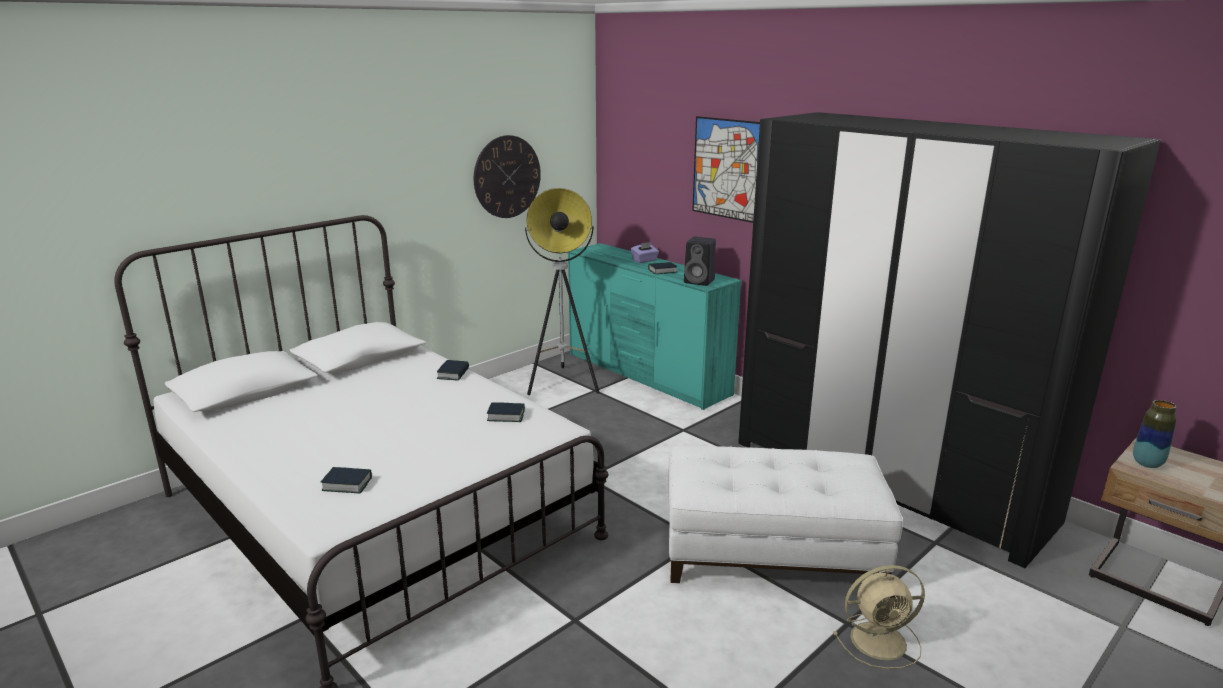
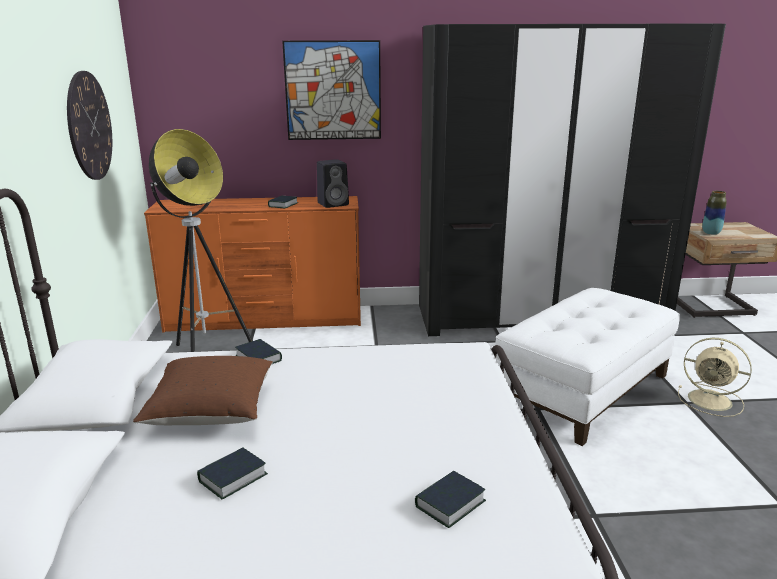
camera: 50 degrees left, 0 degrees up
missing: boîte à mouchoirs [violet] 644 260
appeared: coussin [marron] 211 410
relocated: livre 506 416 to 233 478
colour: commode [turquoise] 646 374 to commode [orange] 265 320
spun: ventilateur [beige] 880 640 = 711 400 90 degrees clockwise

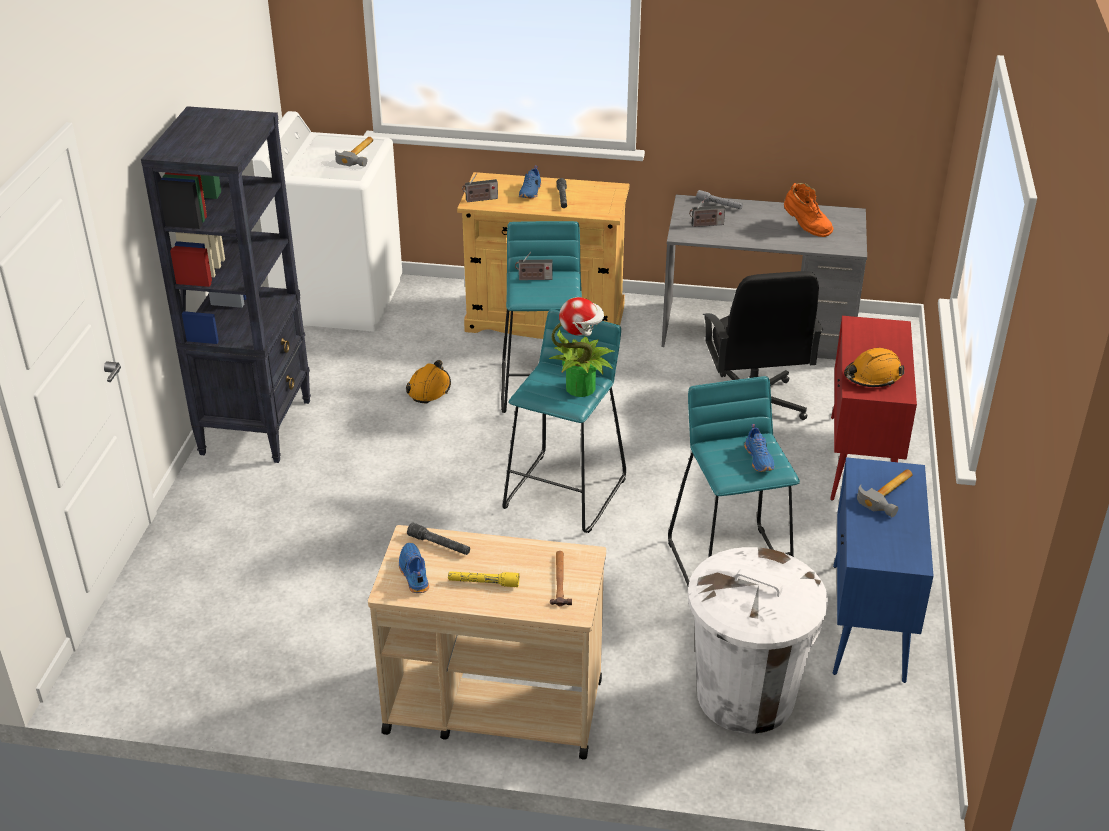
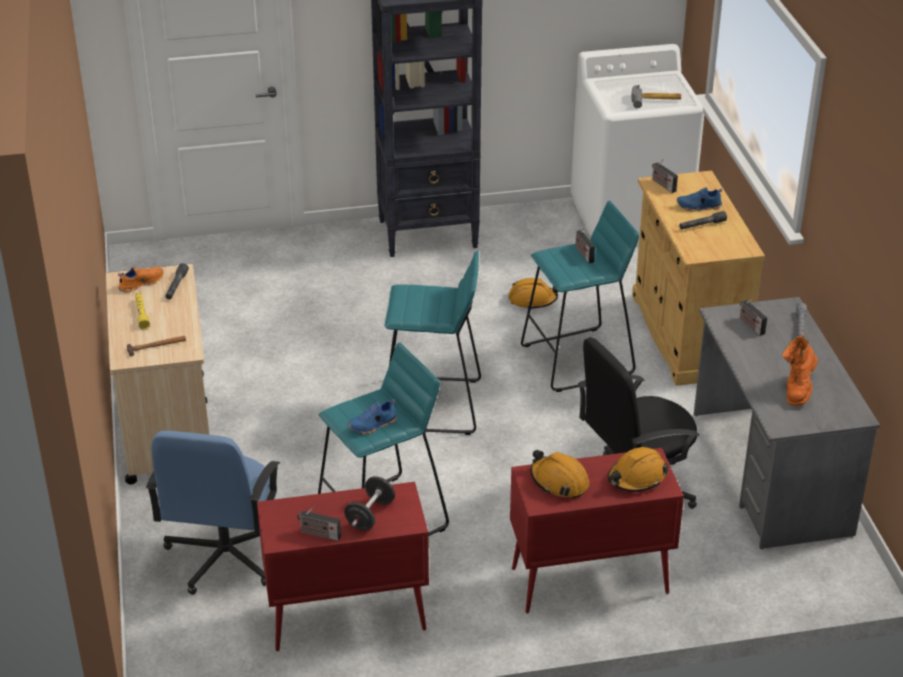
camera: 70 degrees right, 0 degrees up
missing: plante en pot 581 388
appeared: radio 318 534; casque de chantier [orange] 636 477
exchanged: poubelle [blanc] 746 696 to chaise de bureau [bleu] 224 556; marteau 891 494 to haltère [noir] 370 515
colour: chaussure [bleu] 413 574 to chaussure [orange] 141 283; meuble de rangement [bleu] 868 623 to meuble de rangement [rouge] 345 617

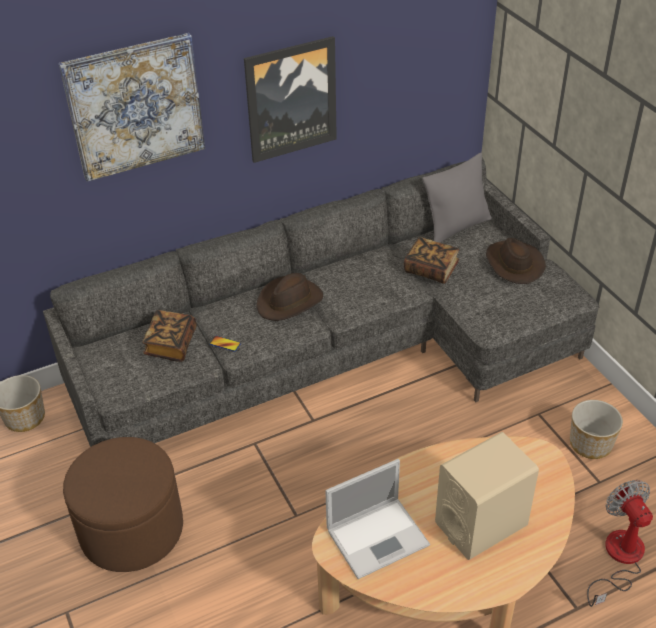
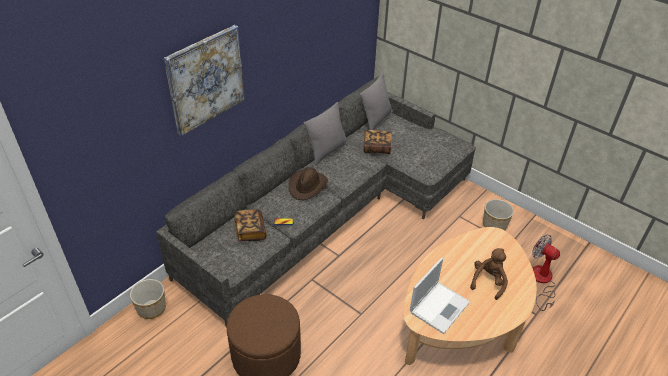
camera: 25 degrees left, 0 degrees up
missing: tableau 291 99; chapeau [marron] 513 264
appeared: coussin [gris] 327 151
exchanged: enceinte [beige] 481 524 to peluche [marron] 488 282

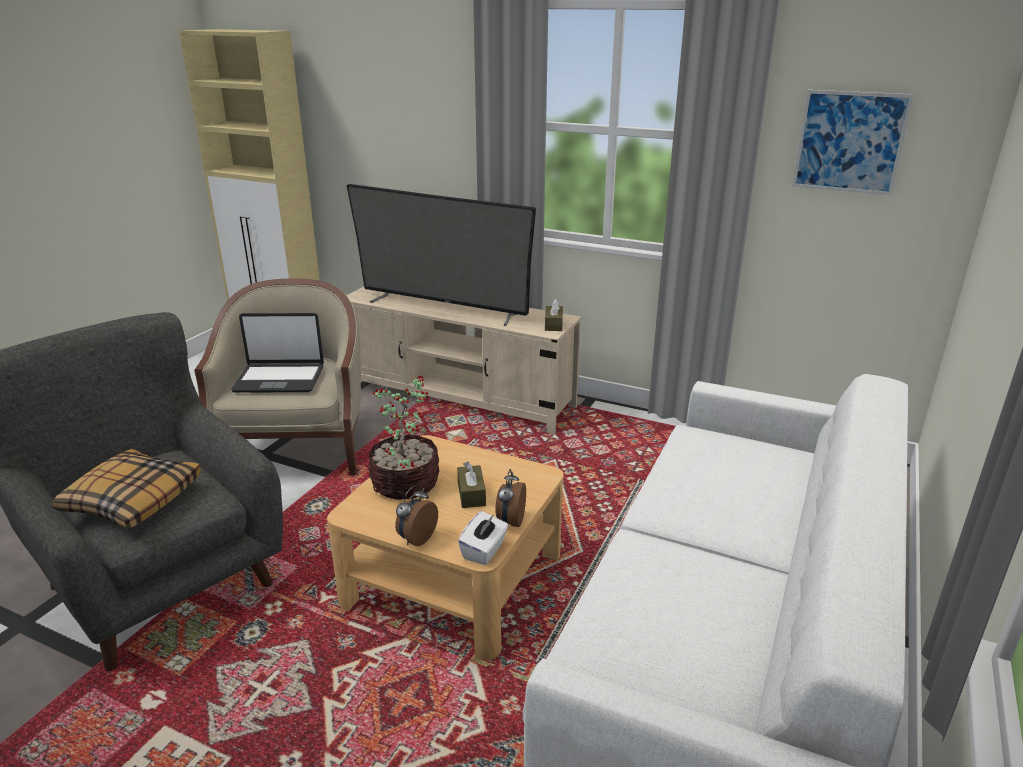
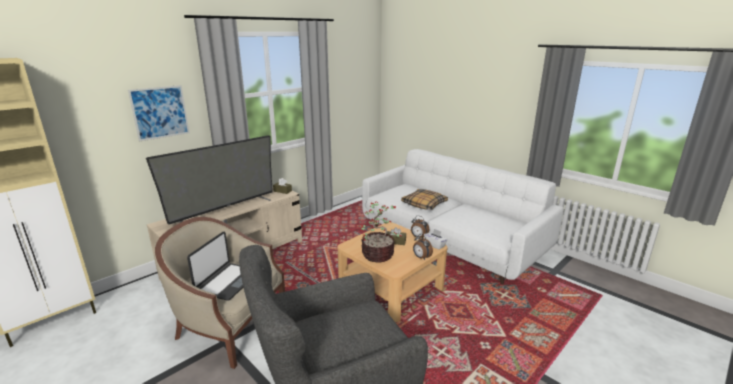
camera: 70 degrees left, 5 degrees down
relocated: coussin 132 499 to 424 204; tableau 849 142 to 160 112

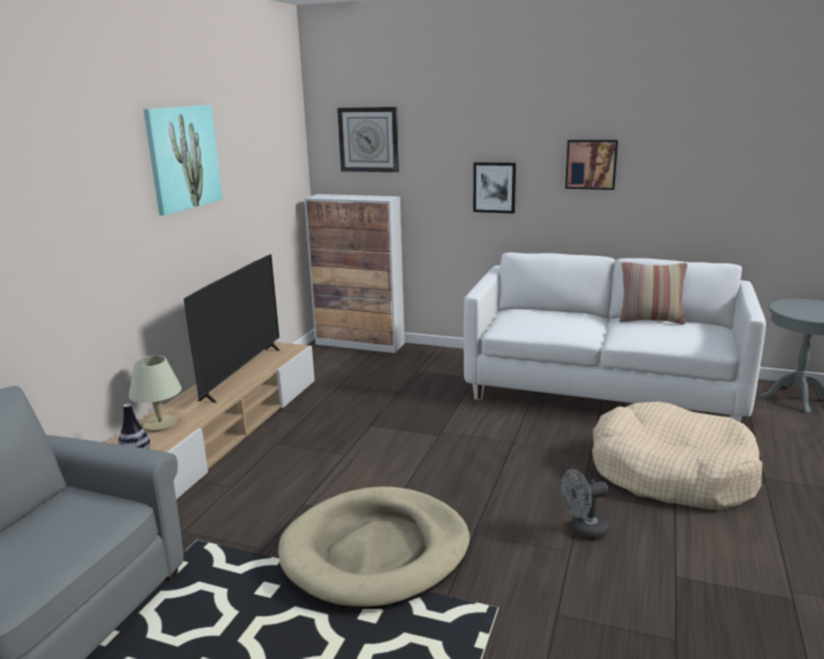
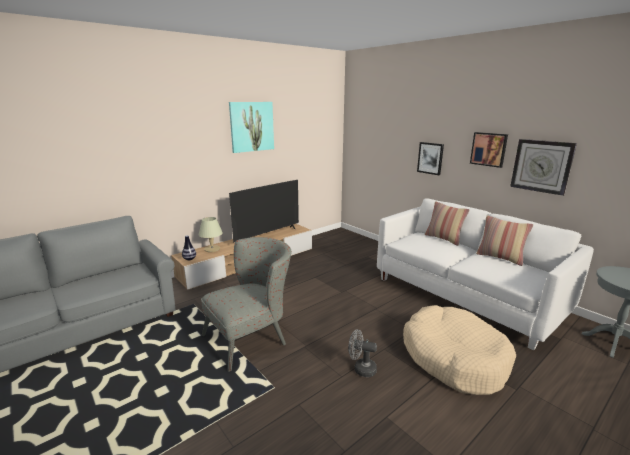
camera: 30 degrees right, 0 degrees up
missing: meuble de rangement 360 344
appeared: coussin 443 239
relocated: horloge murale 369 139 to 541 166
exchanged: panier pour chien [beige] 376 552 to fauteuil [gris] 252 337

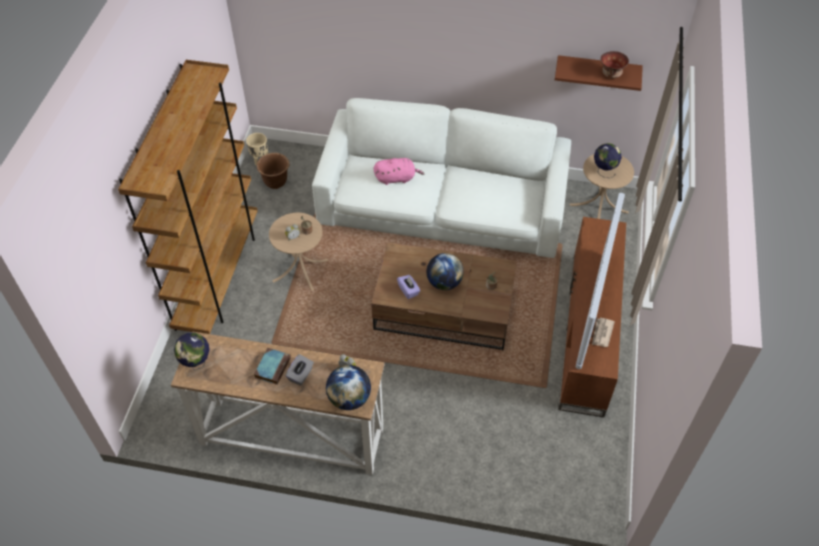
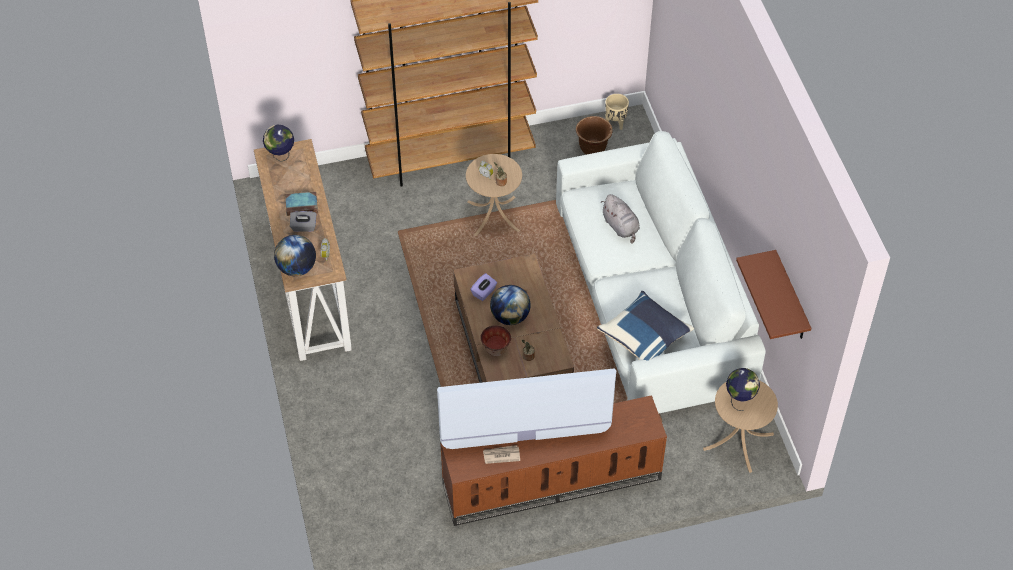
camera: 65 degrees right, 0 degrees up
appeared: coussin [bleu] 645 337
relocated: bol 611 74 to 495 349
colour: peluche [rose] 397 178 to peluche [gris] 621 227

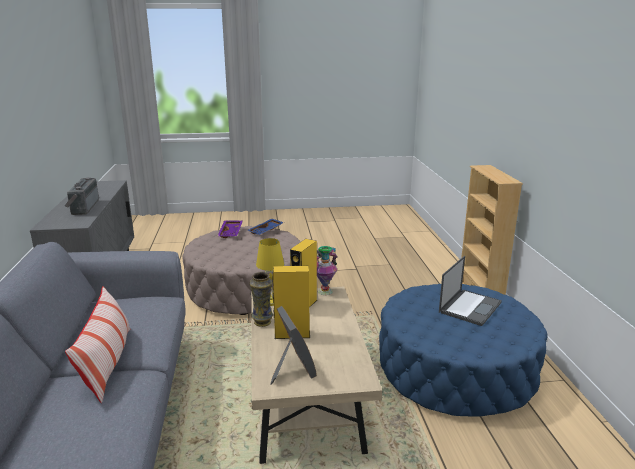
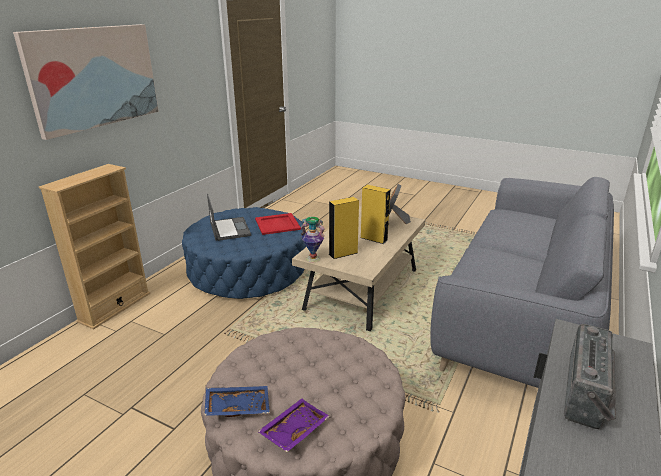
camera: 145 degrees left, 5 degrees up
missing: coussin 107 363; vase 262 322; lampe de table [jaune] 271 301
appeared: tableau 94 77; plateau [rouge] 277 224
spun: ordinateur portable 470 307 = 229 229 90 degrees clockwise

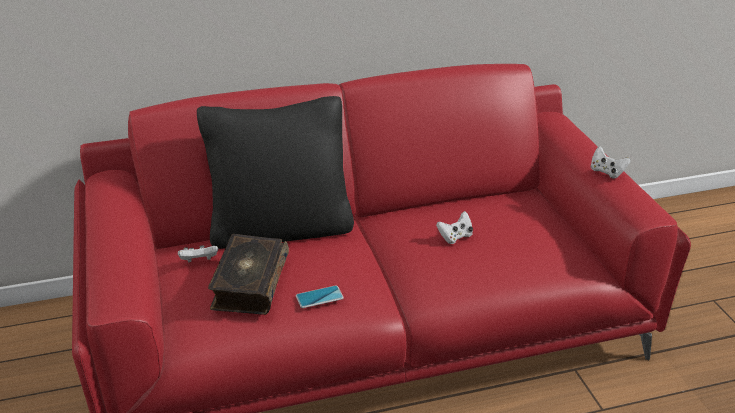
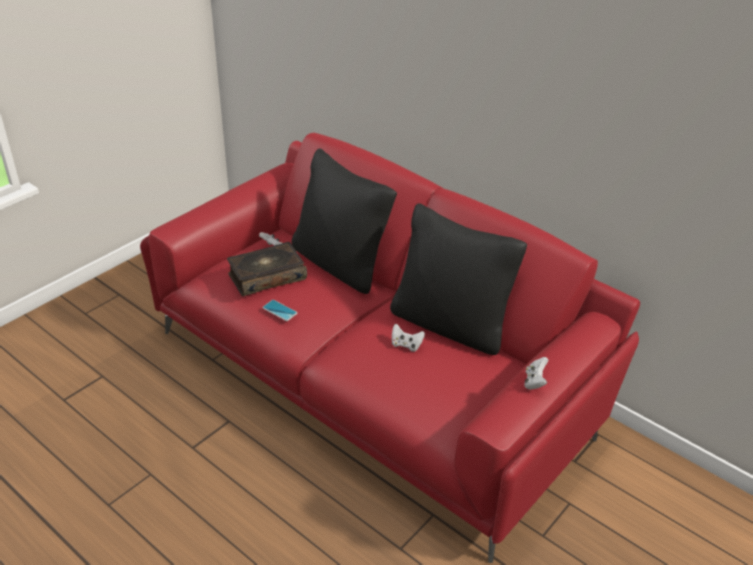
camera: 55 degrees right, 5 degrees up
appeared: coussin [noir] 450 324

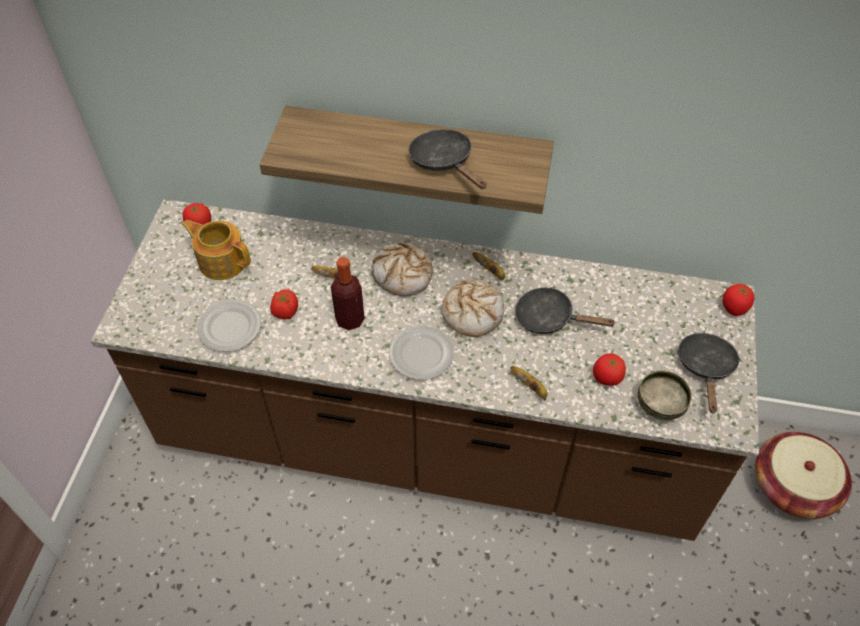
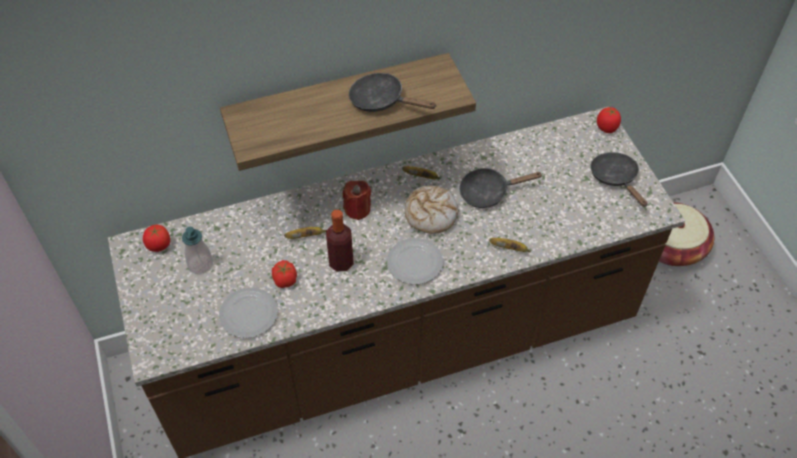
camera: 30 degrees left, 0 degrees up
missing: tomate 606 378; bol 659 404
exchanged: théière 222 261 to distributeur de savon 200 264; pain 403 275 to bougie [rouge] 357 209

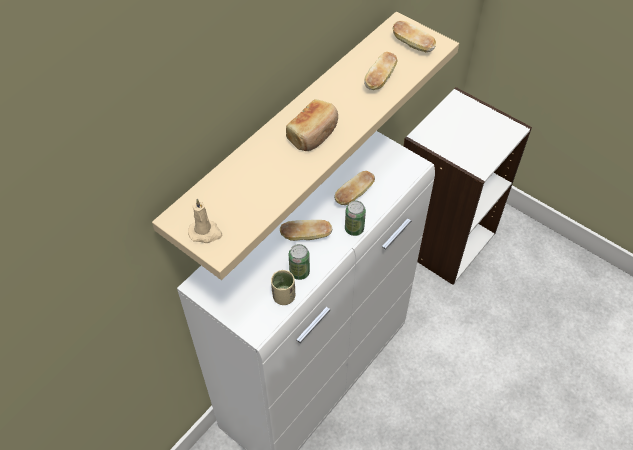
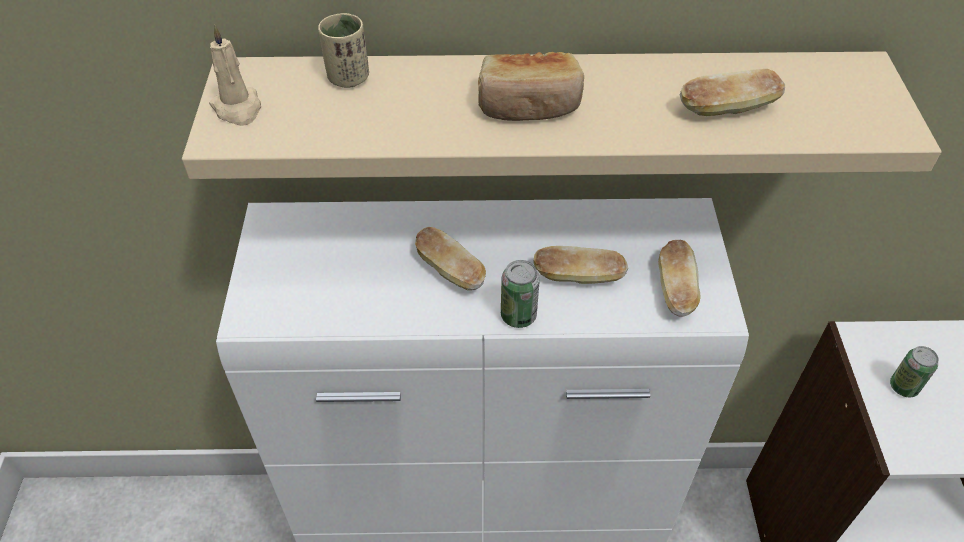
camera: 50 degrees right, 5 degrees down
relocated: tasse [beige] 283 296 to 348 78; boîte métallique 299 272 to 903 387; pain 412 45 to 675 290

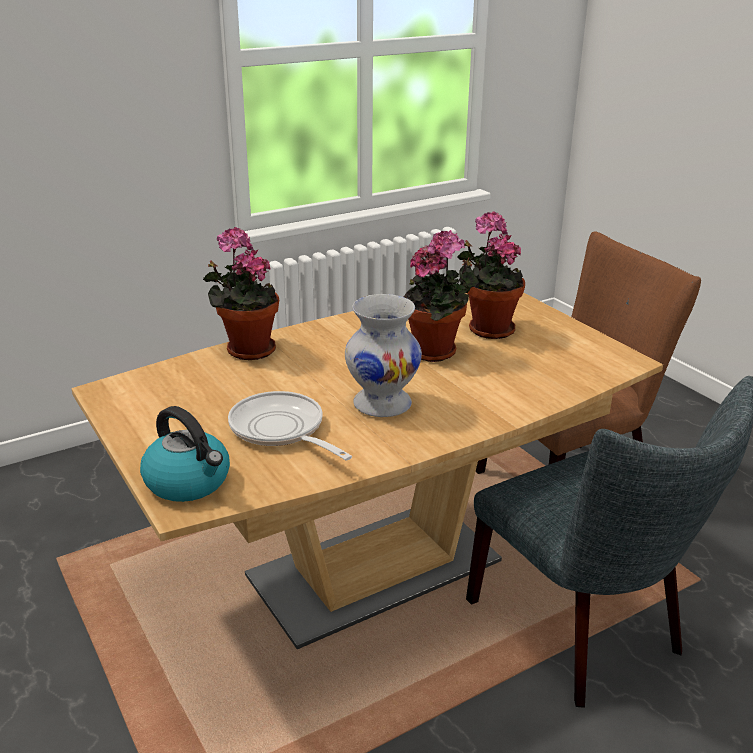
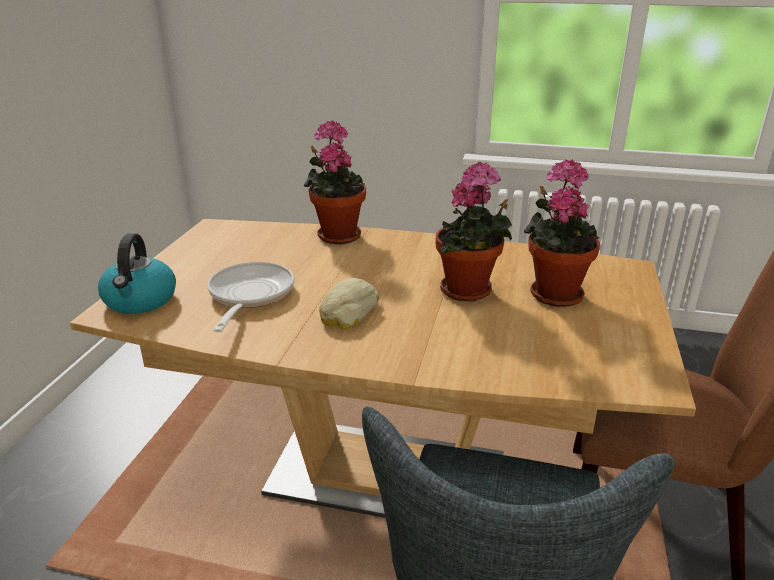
camera: 45 degrees right, 0 degrees up
exchanged: vase [blanc] 381 405 to pain 346 311

